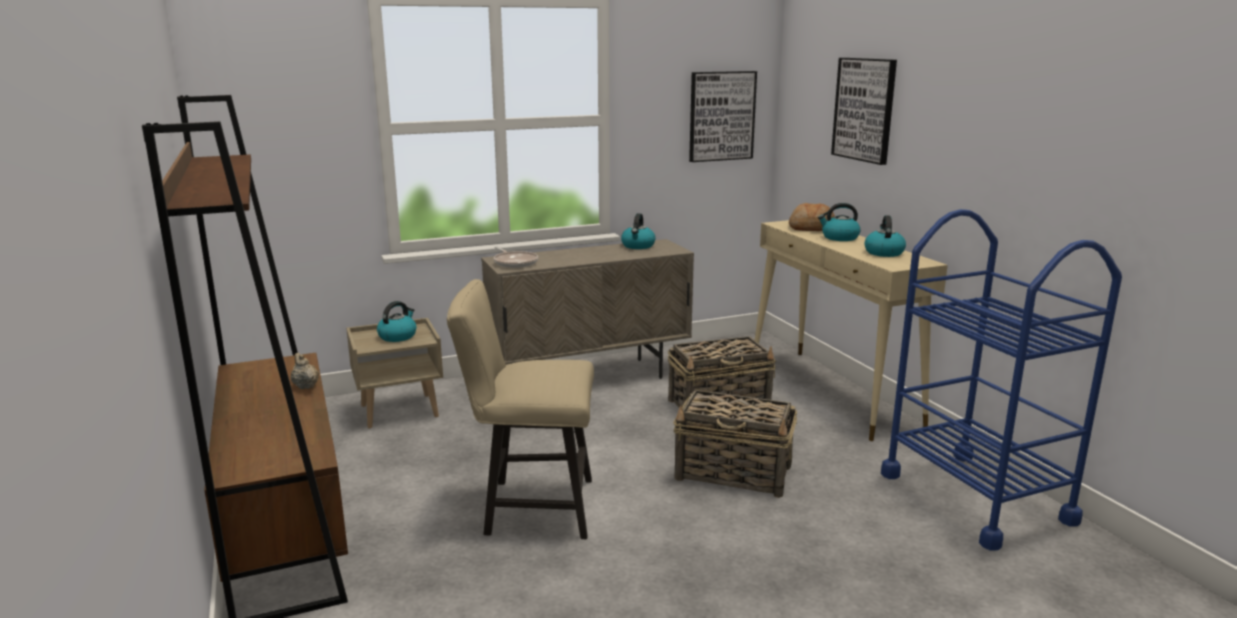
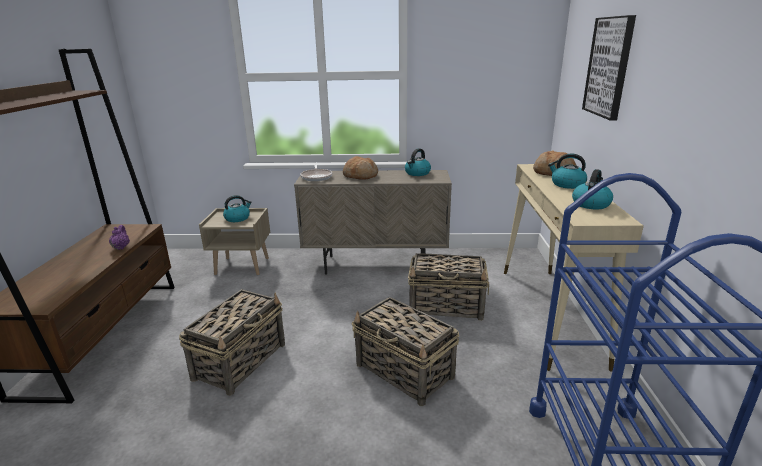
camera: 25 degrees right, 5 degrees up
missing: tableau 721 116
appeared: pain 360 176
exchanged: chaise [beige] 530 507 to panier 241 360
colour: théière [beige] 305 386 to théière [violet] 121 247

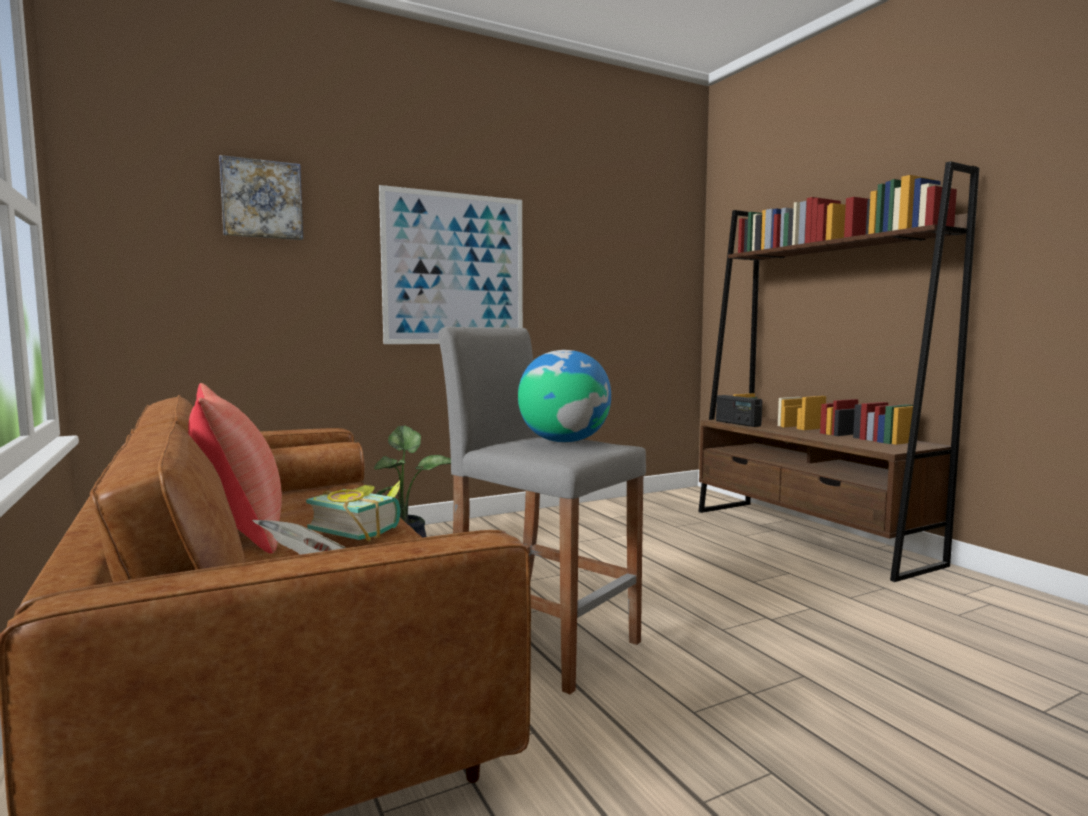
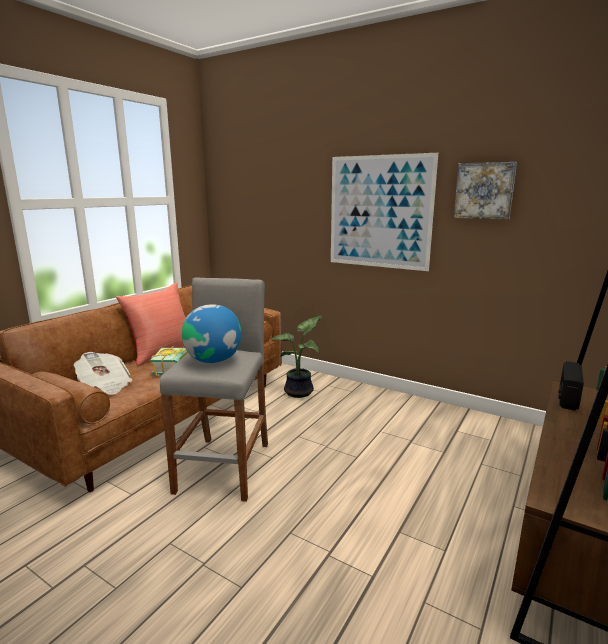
camera: 60 degrees right, 10 degrees up
relocated: tableau 262 199 to 484 191

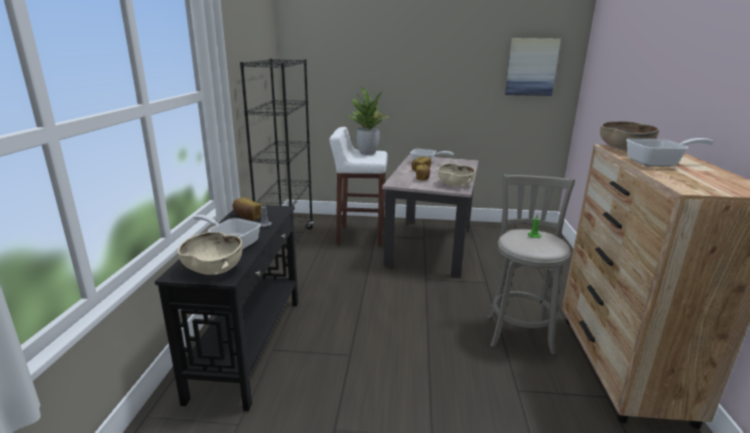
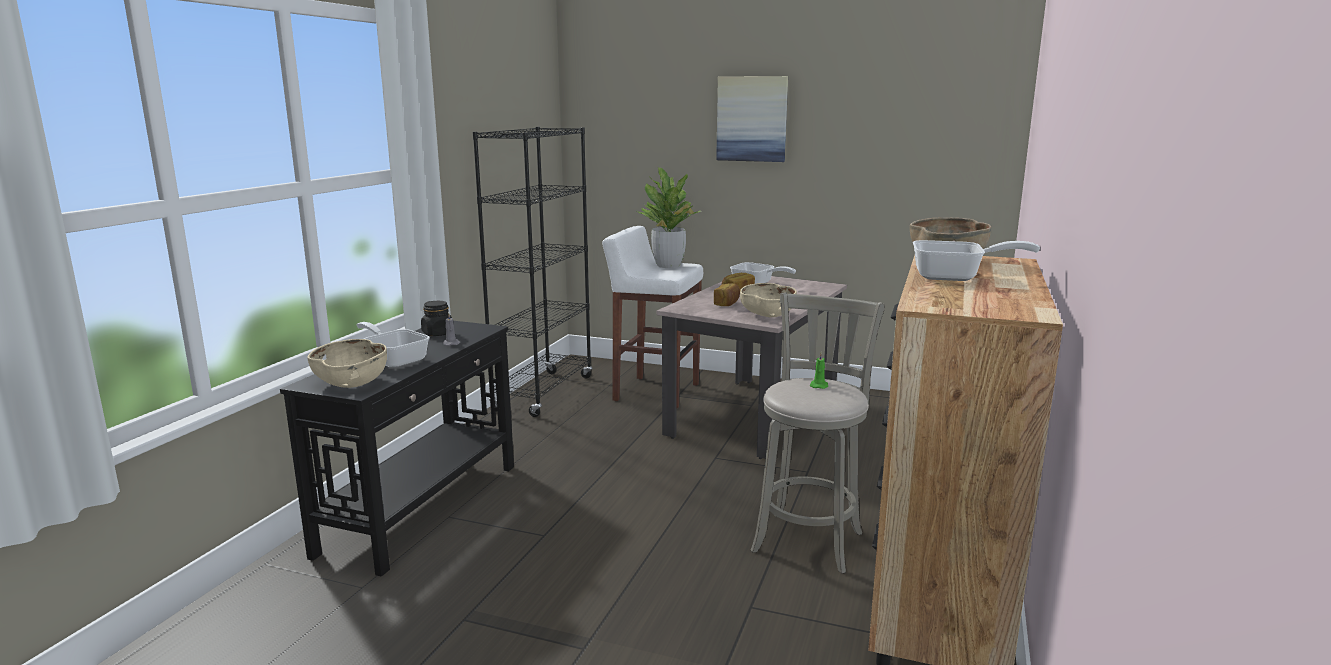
camera: 15 degrees right, 5 degrees down
relocated: tableau 531 67 to 752 119
exchanged: pain 247 216 to bocal [noir] 438 333

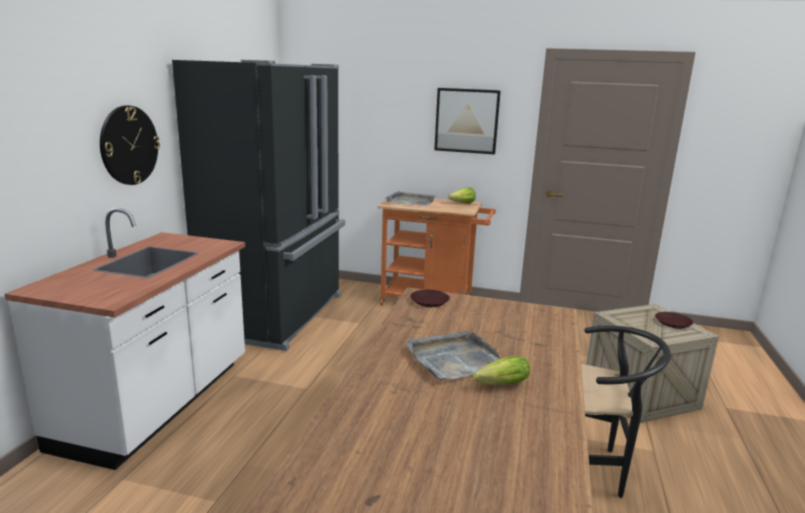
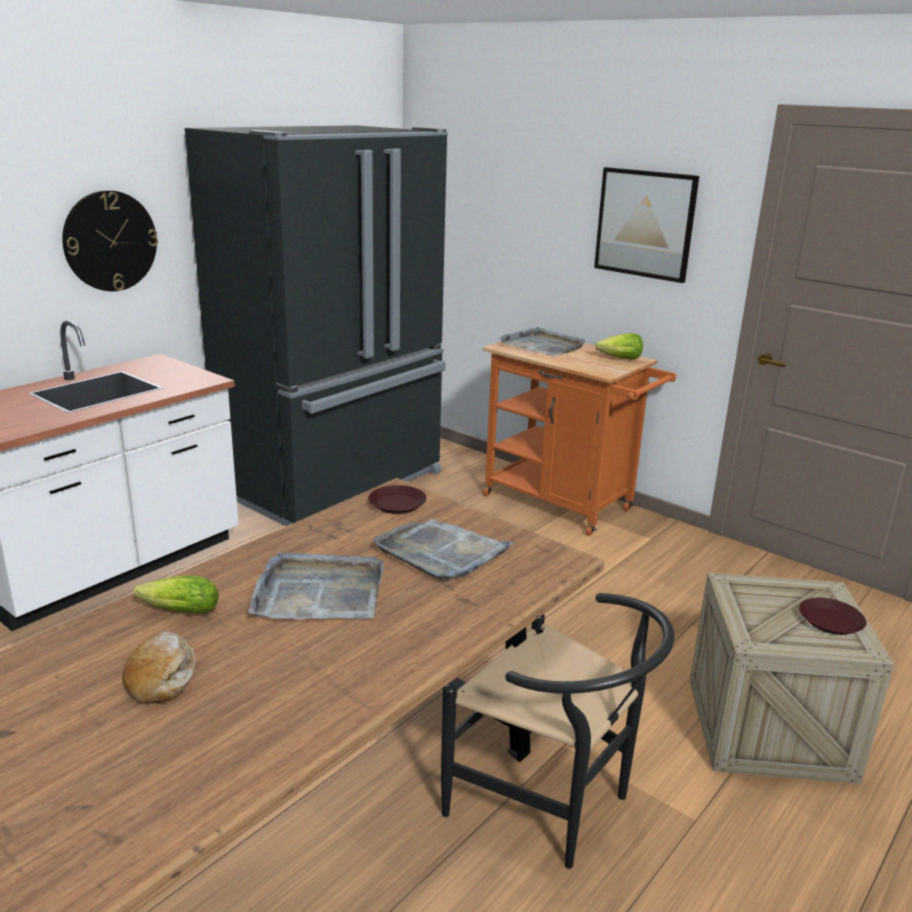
camera: 25 degrees right, 5 degrees up
appeared: pain 161 676; plateau [gris] 441 552
relocated: laitue 499 385 to 177 611

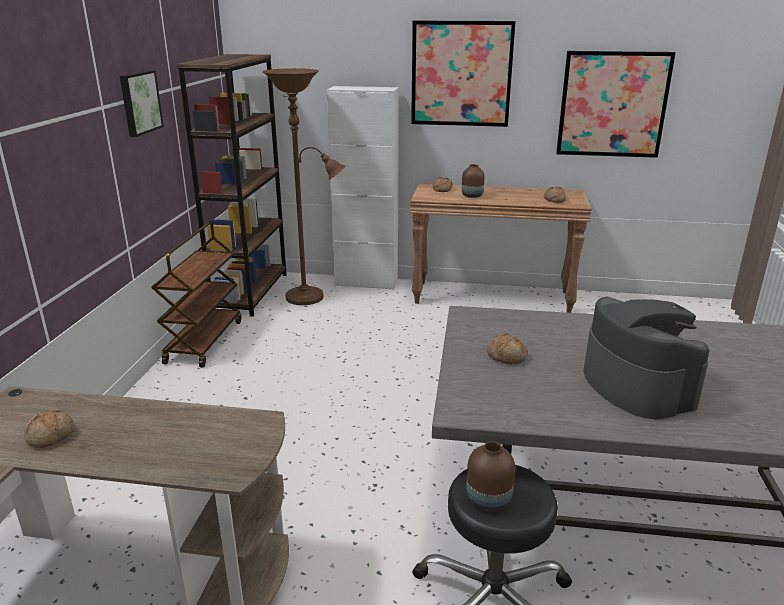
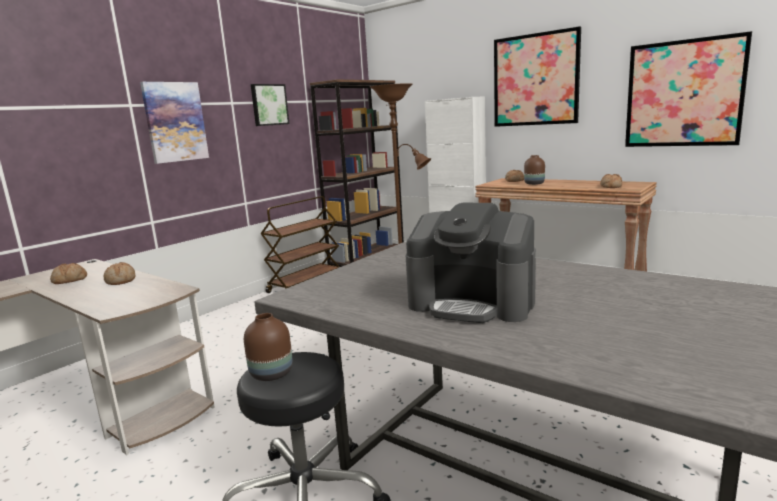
camera: 30 degrees right, 10 degrees down
appeared: tableau 175 122
relocated: pain 507 356 to 121 280
spun: machine à café 636 385 = 472 303 105 degrees clockwise

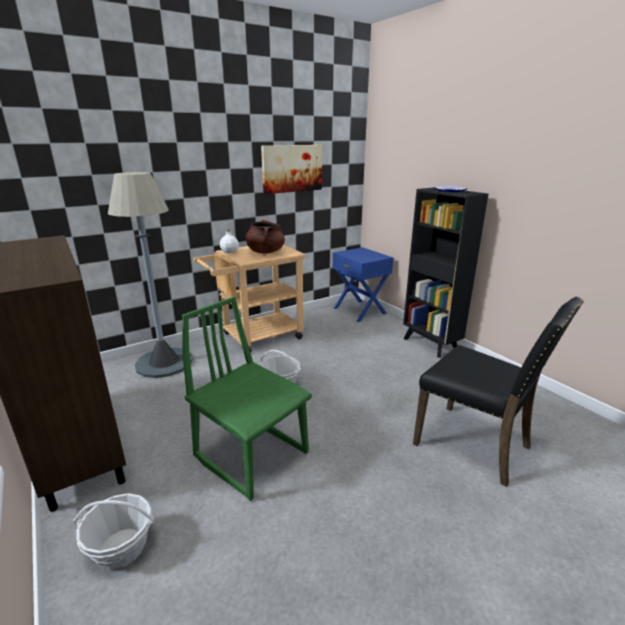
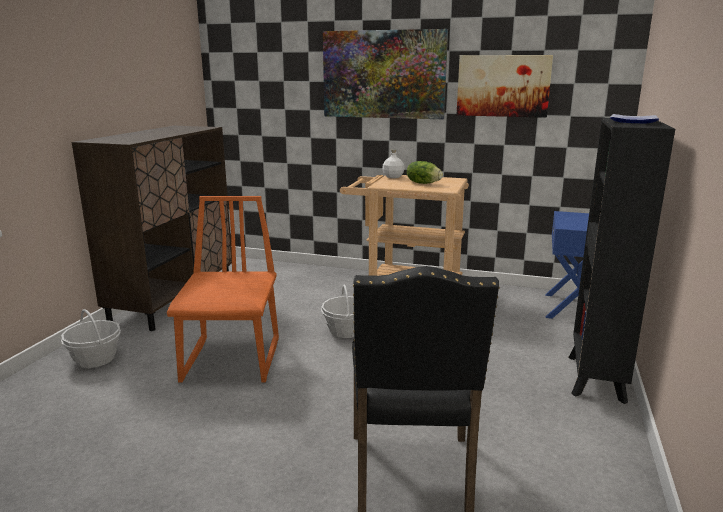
camera: 50 degrees right, 5 degrees down
missing: lampadaire [gris] 164 363
appeared: tableau 383 74
exchanged: marmite [marron] 265 252 to laitue 423 183
colour: chaise [vert] 252 454 to chaise [orange] 233 360

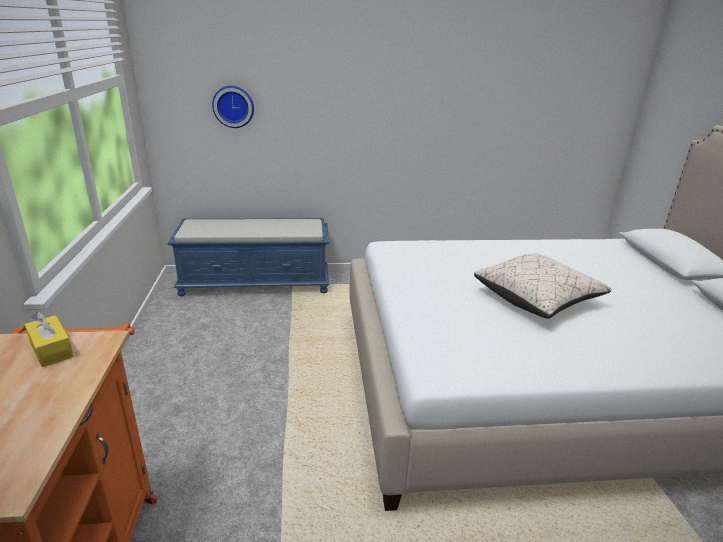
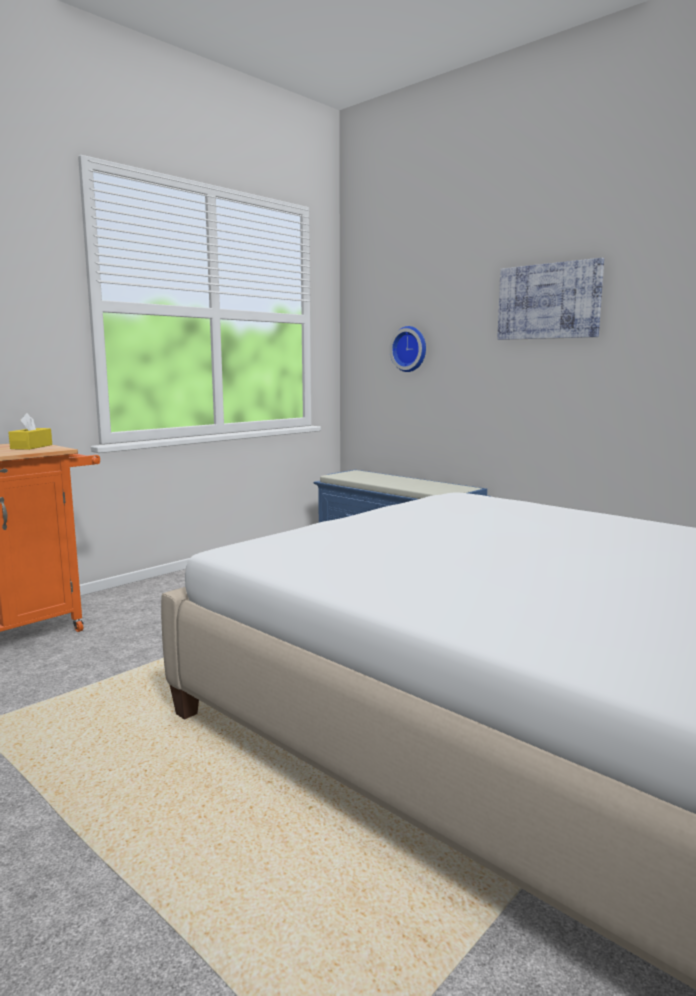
camera: 50 degrees right, 15 degrees down
missing: coussin [beige] 537 299
appeared: tableau 548 301

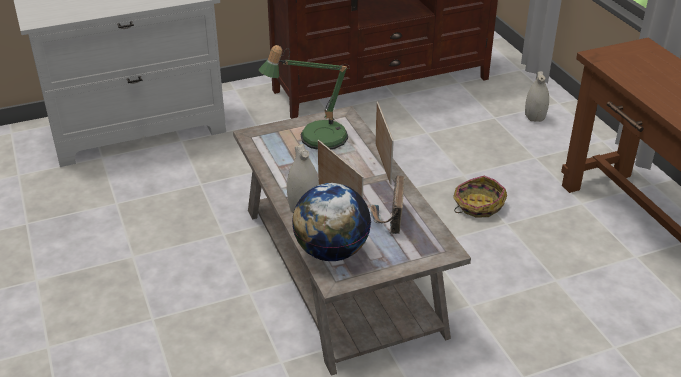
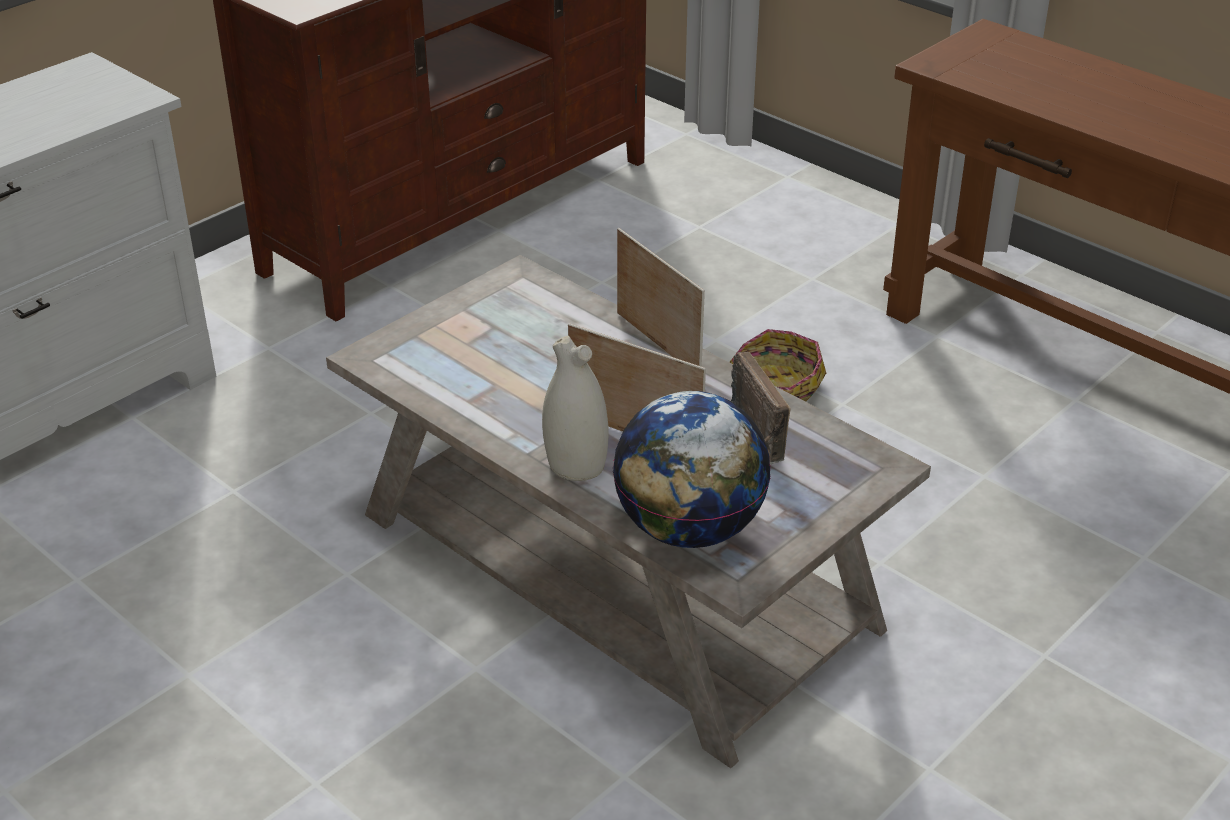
camera: 25 degrees left, 0 degrees up
missing: lampe de table 315 138; vase [blanc] 534 117

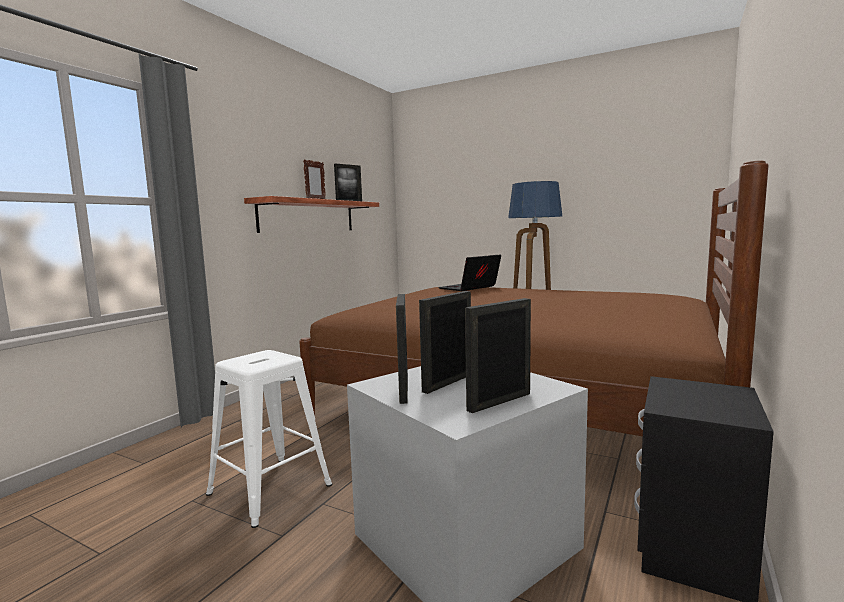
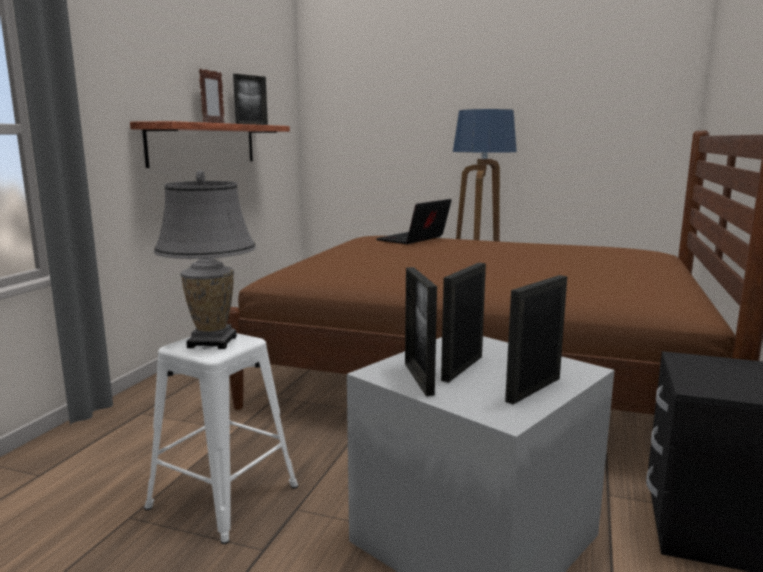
camera: 10 degrees left, 5 degrees up
appeared: lampe de table [gris] 212 342

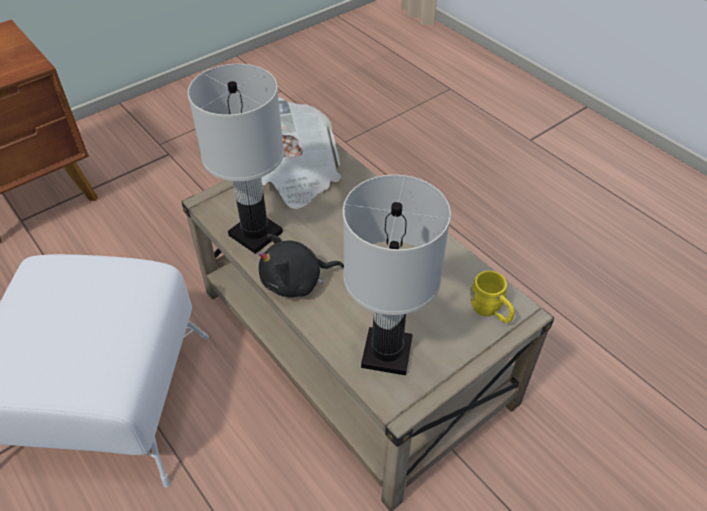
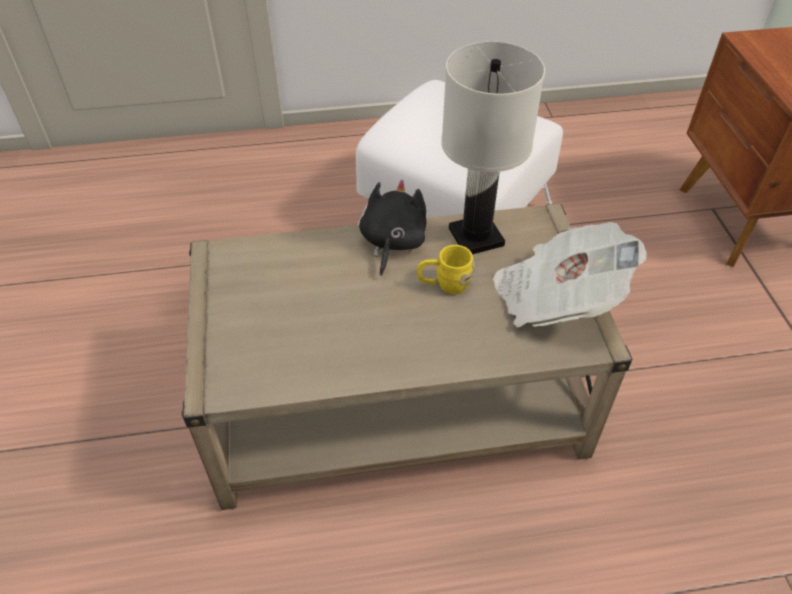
camera: 120 degrees right, 0 degrees up
missing: lampe de table [blanc] 387 352
relocated: mug [jaune] 490 311 to 444 285

